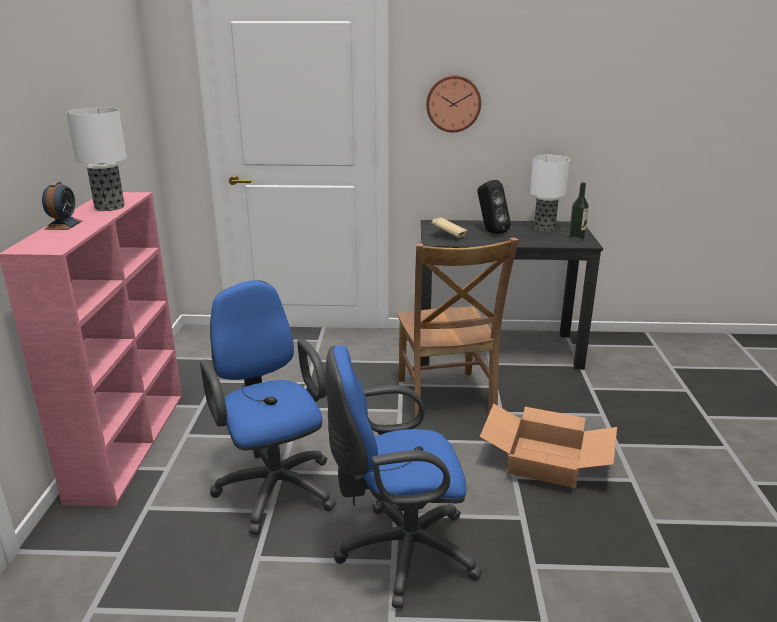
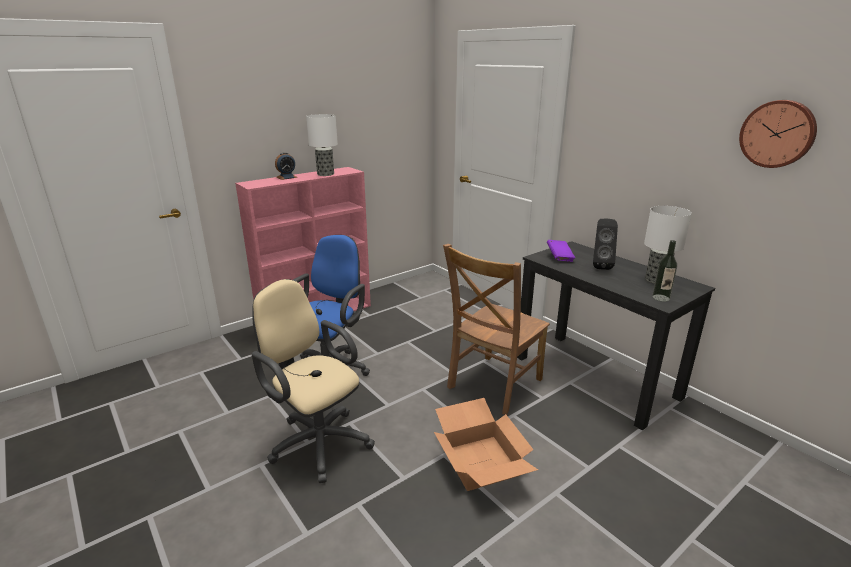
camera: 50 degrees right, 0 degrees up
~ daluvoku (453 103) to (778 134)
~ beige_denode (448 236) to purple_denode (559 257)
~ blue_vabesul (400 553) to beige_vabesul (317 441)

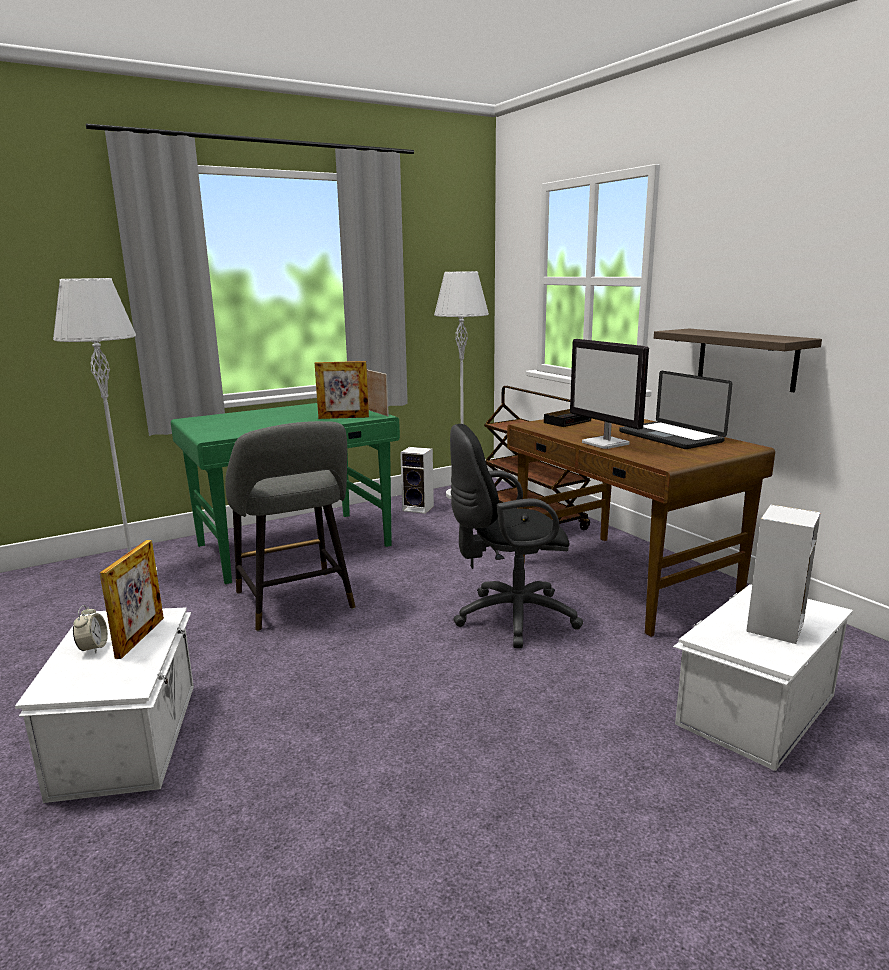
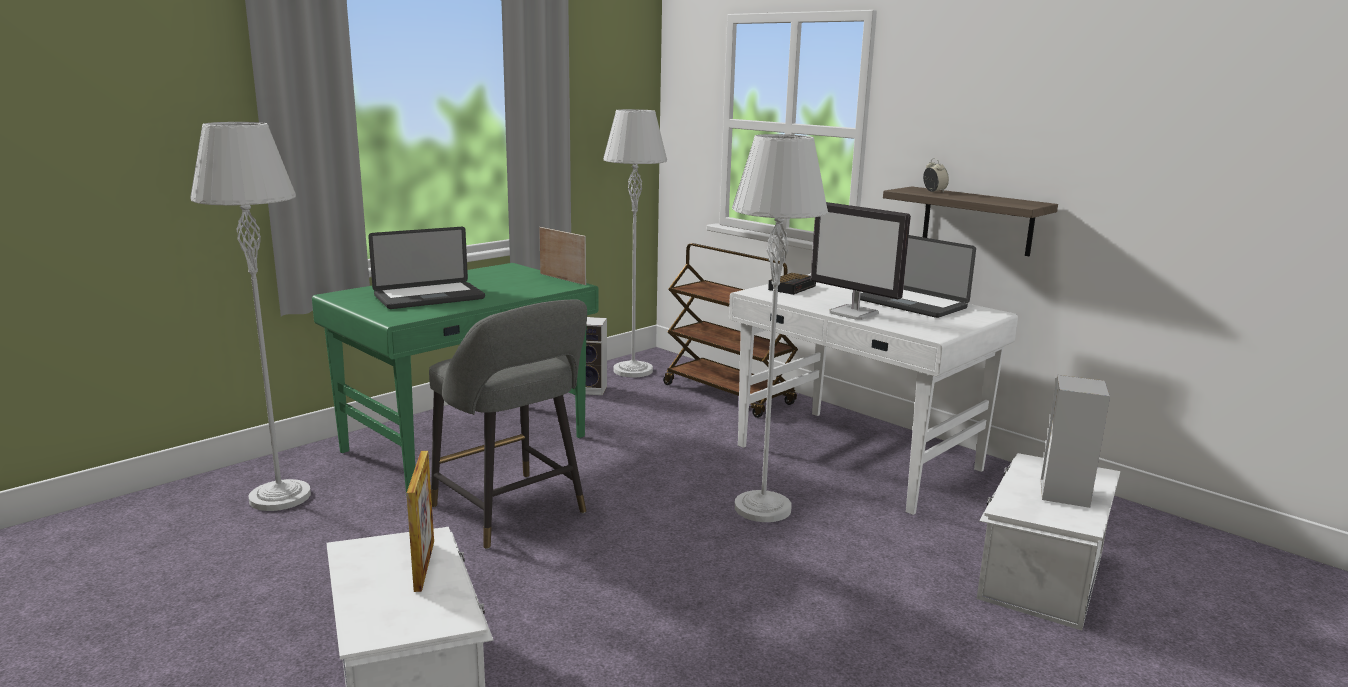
camera: 15 degrees left, 0 degrees up
- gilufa (343 417)
~ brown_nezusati (622 581) to white_nezusati (857 458)
~ black_vabesul (509 618) to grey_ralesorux (762 508)
~ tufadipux (93 648) to (934 191)
+ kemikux (429 297)

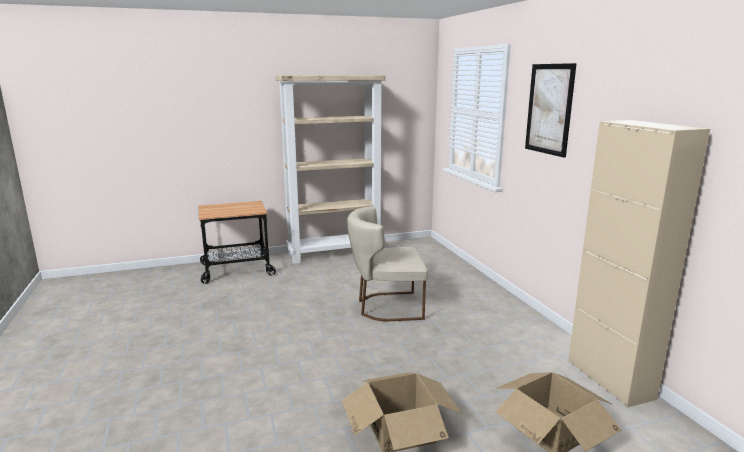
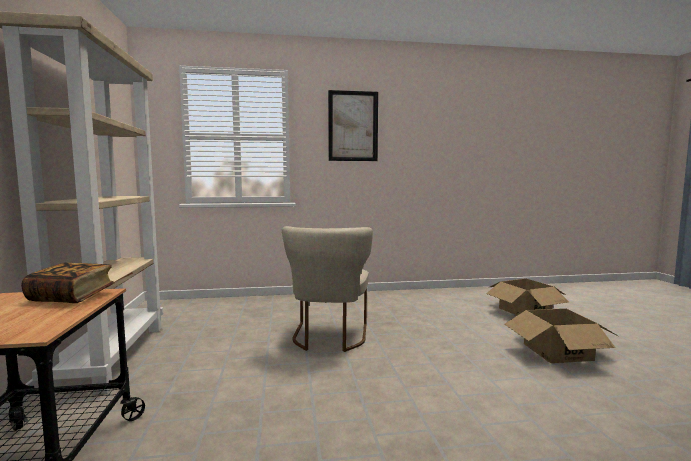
camera: 80 degrees left, 10 degrees down
- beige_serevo (610 379)
+ denode (71 297)

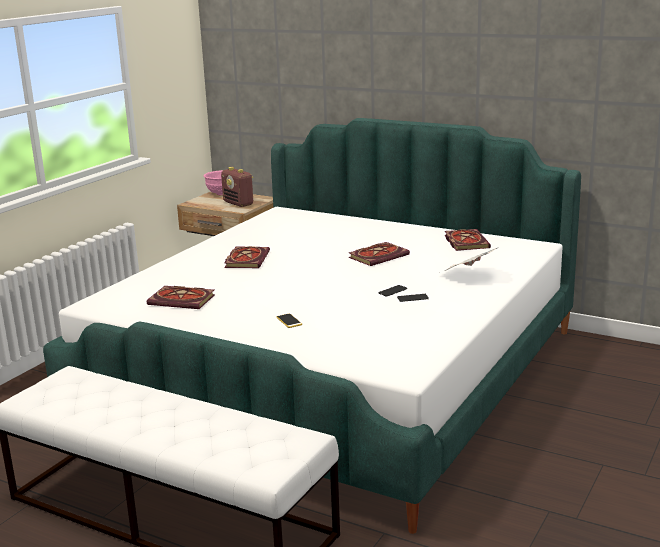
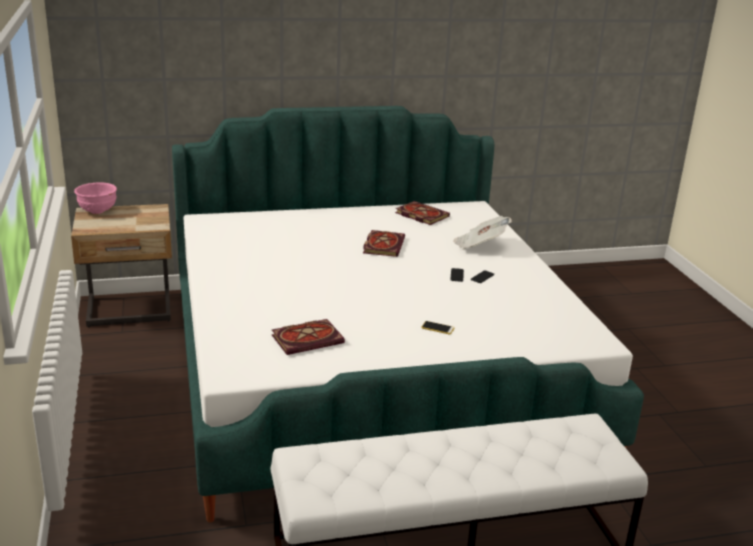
camera: 45 degrees left, 5 degrees up
- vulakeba (238 203)
- denode (246 259)

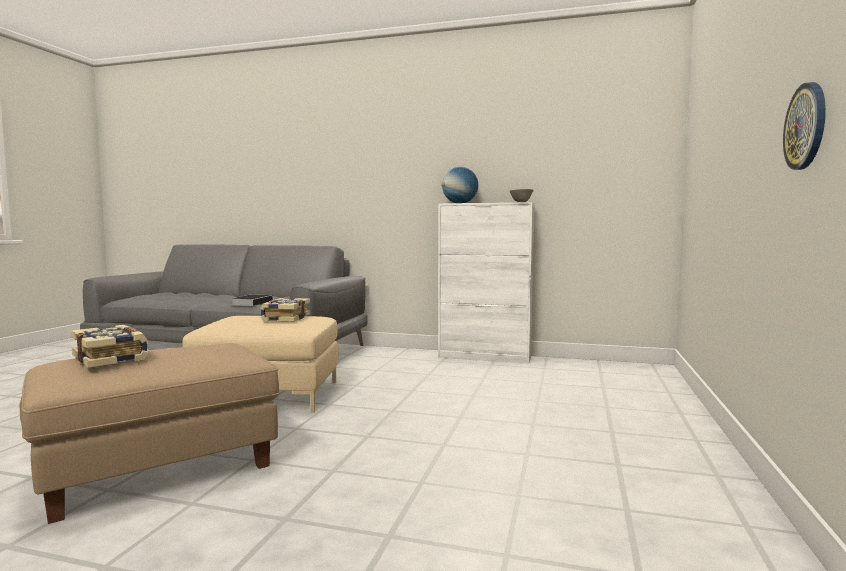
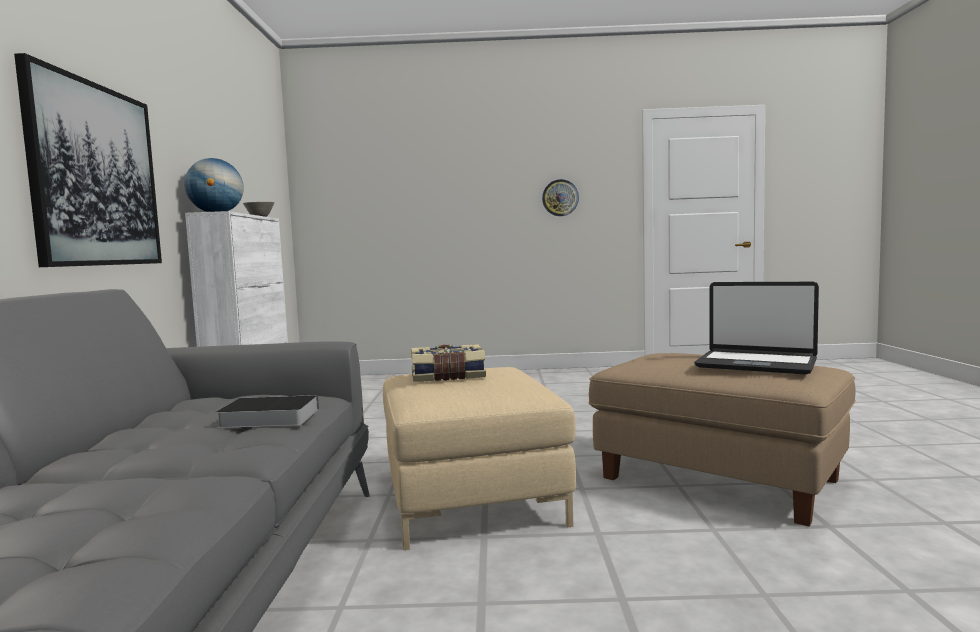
camera: 105 degrees left, 0 degrees up
~ denode (111 358) to kemikux (756 364)
+ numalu (95 175)

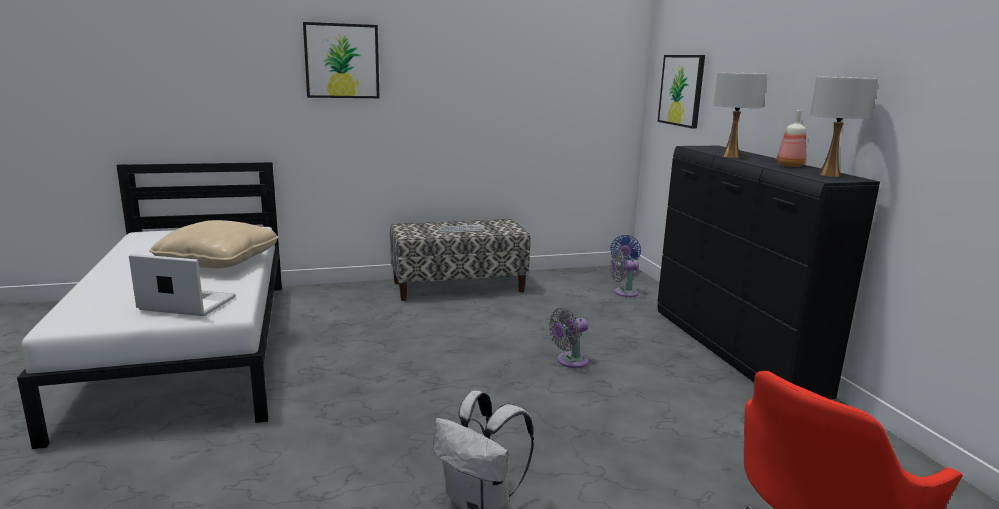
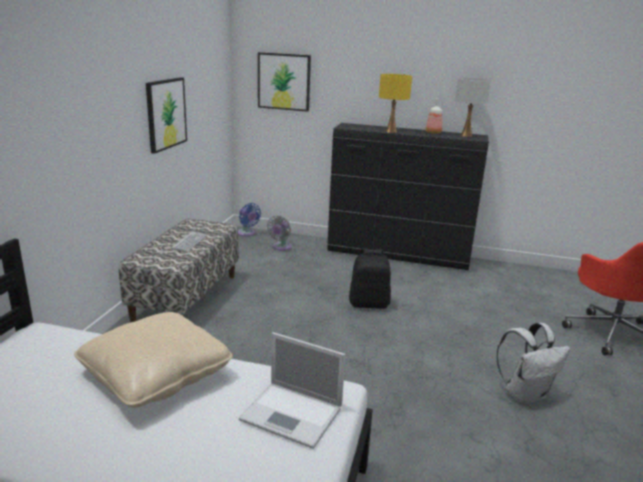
camera: 60 degrees left, 5 degrees up
~ numalu (342 61) to (166 114)
~ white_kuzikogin (730 156) to yellow_kuzikogin (391 131)
~ kemikux (185 303) = (293 414) 105 degrees counterclockwise
~ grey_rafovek (569 361) to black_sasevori (369 304)

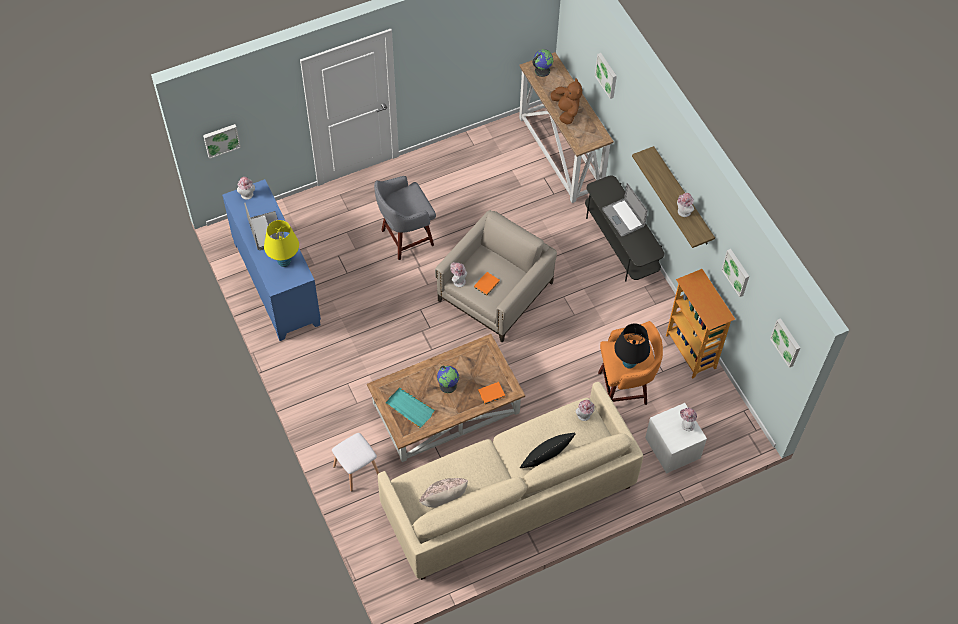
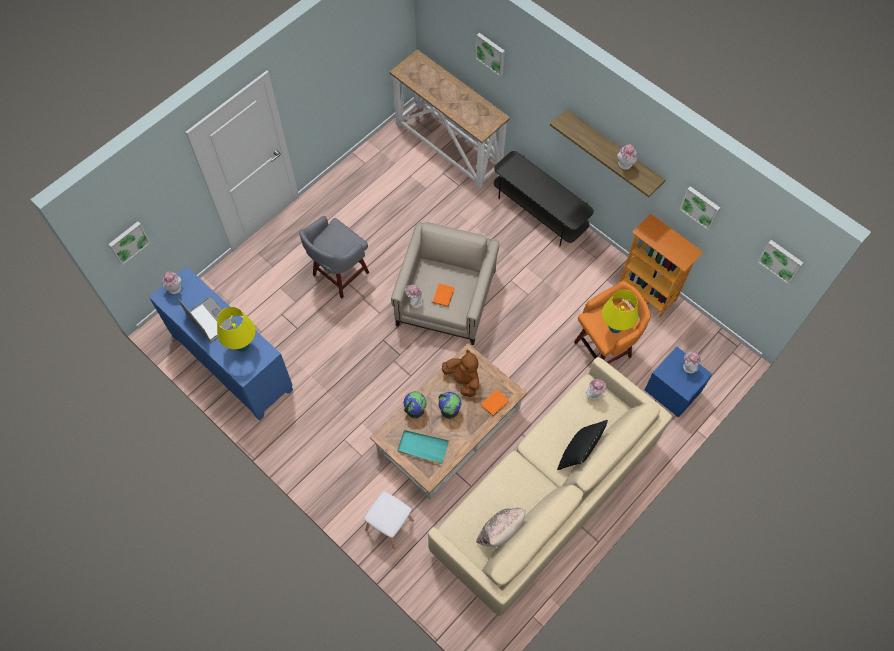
camera: 20 degrees left, 5 degrees up
~ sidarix (542 70) to (415 409)
~ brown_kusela (566 111) to (463 380)
- kemikux (623 217)
~ black_kuzikogin (629 363) to yellow_kuzikogin (615 327)
~ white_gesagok (672 448) to blue_gesagok (672 391)

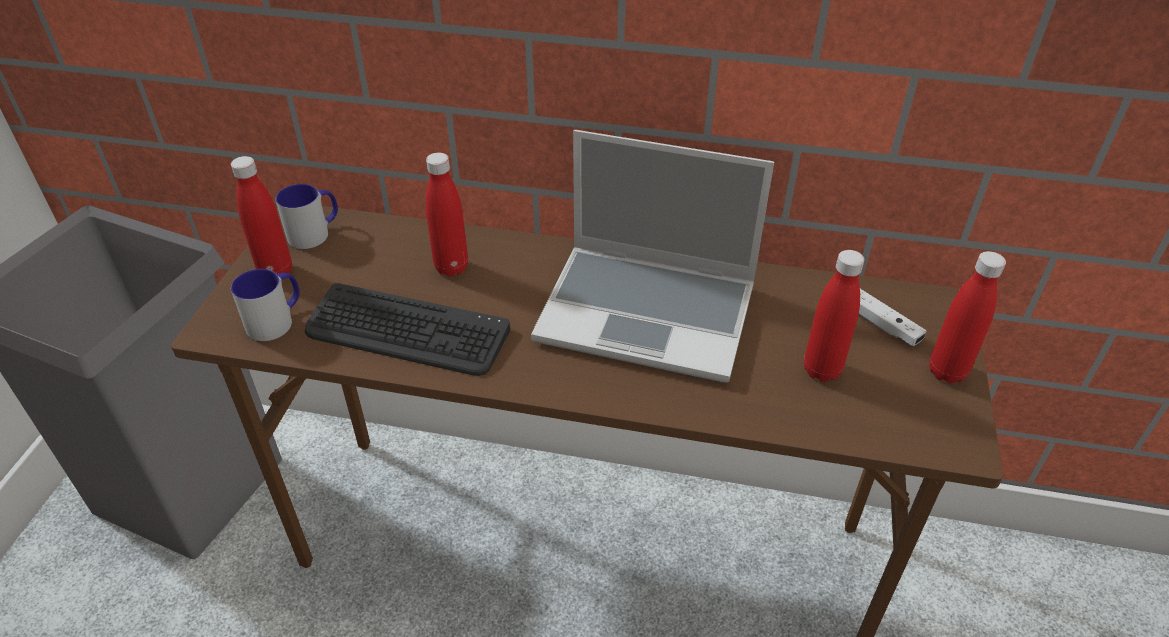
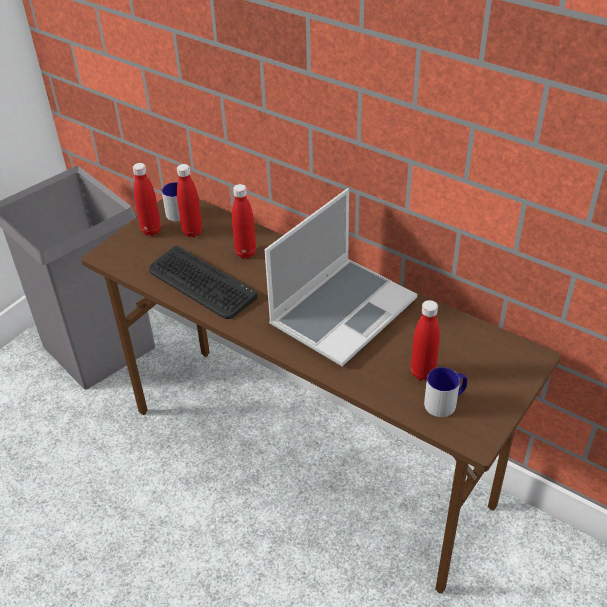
camera: 25 degrees right, 0 degrees up
~ kemikux (650 313) = (342 311) 90 degrees counterclockwise
~ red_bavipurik (947 372) to (192 232)
~ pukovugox (276 320) to (445 402)
- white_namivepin (881 325)

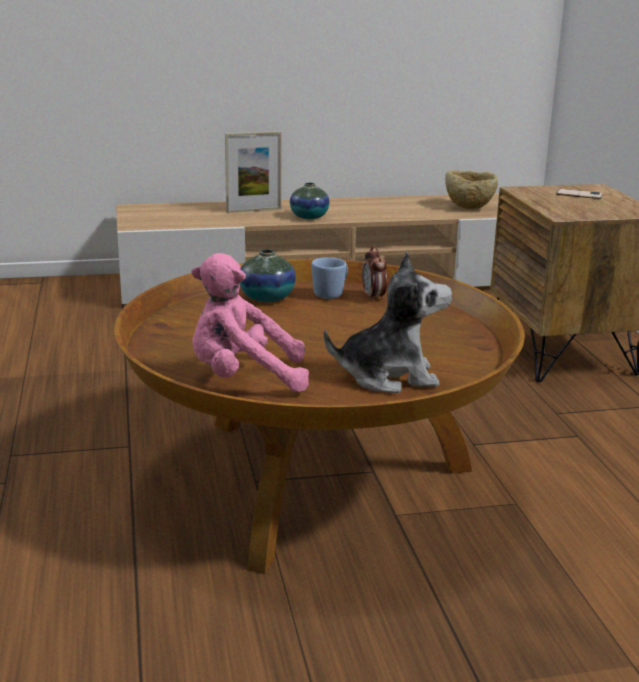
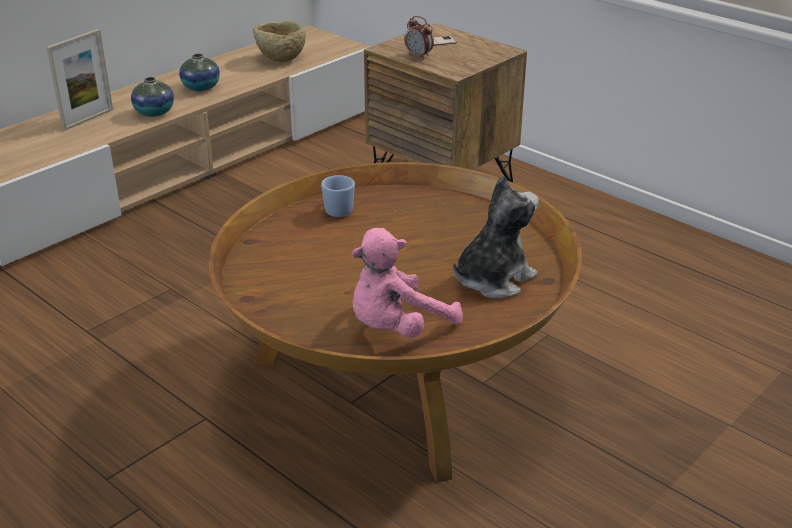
camera: 35 degrees left, 10 degrees up
~ tufadipux (373 297) to (419 56)
~ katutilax (267 298) to (201 88)

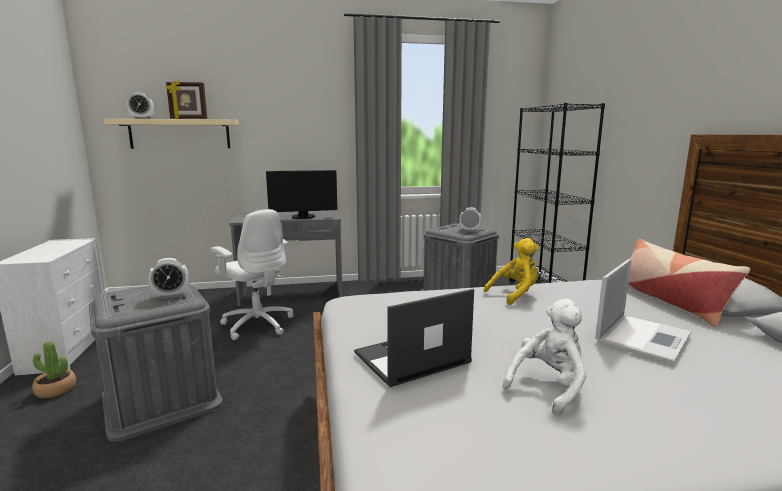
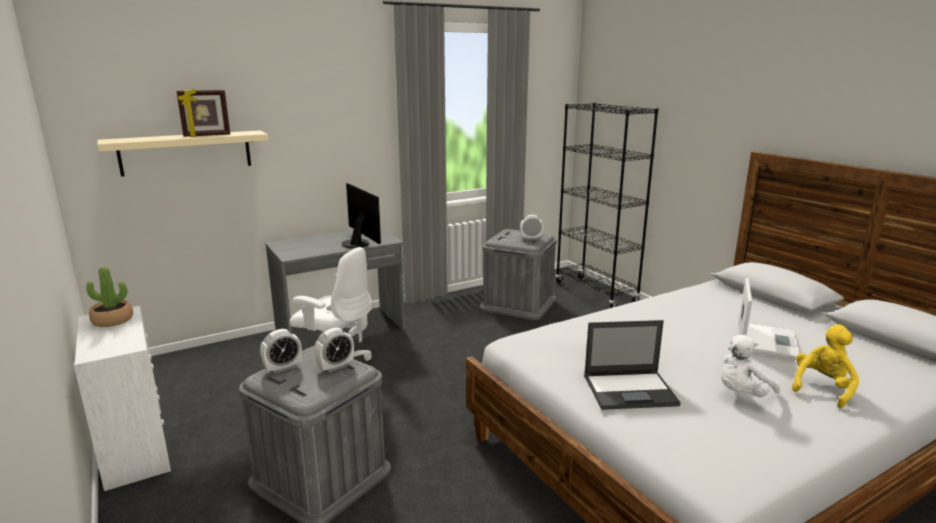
camera: 20 degrees left, 5 degrees up
~ tufadipux (142 118) to (283 368)
~ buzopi (303 217) = (358 243) 90 degrees counterclockwise
~ yellow_kusela (515 294) to (822 388)
- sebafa (669 301)
~ kemikux (410 358) = (631 390) 135 degrees counterclockwise
~ white_kusela (549 386) = (742 394) 150 degrees counterclockwise
~ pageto (55 390) to (112 320)

